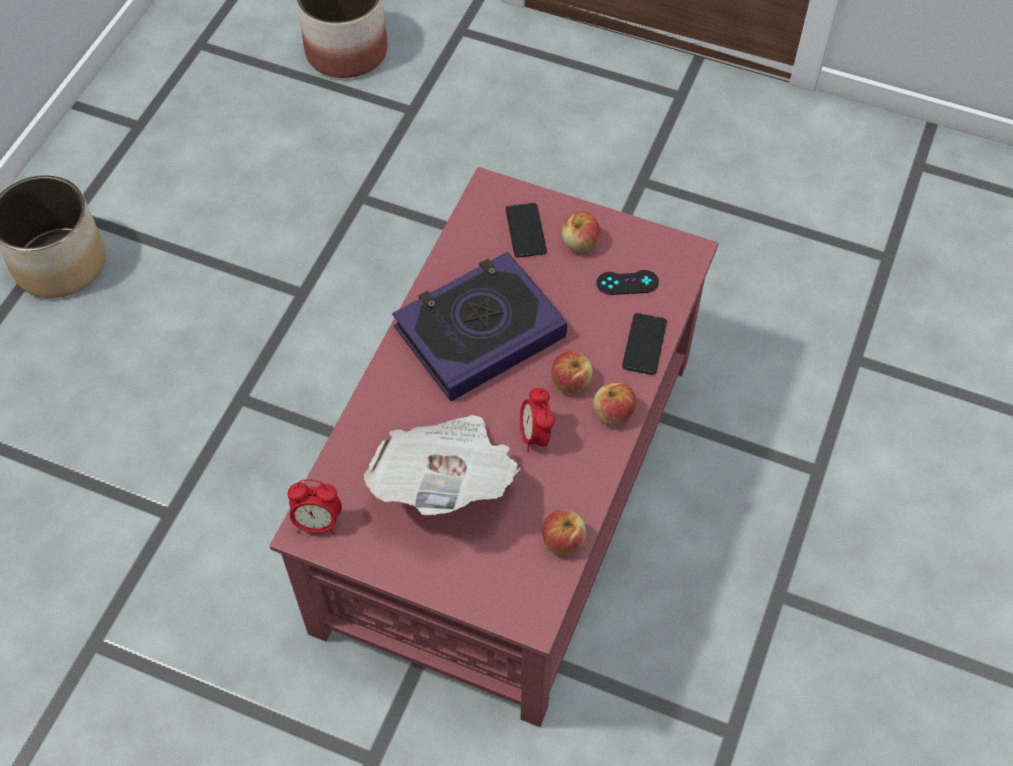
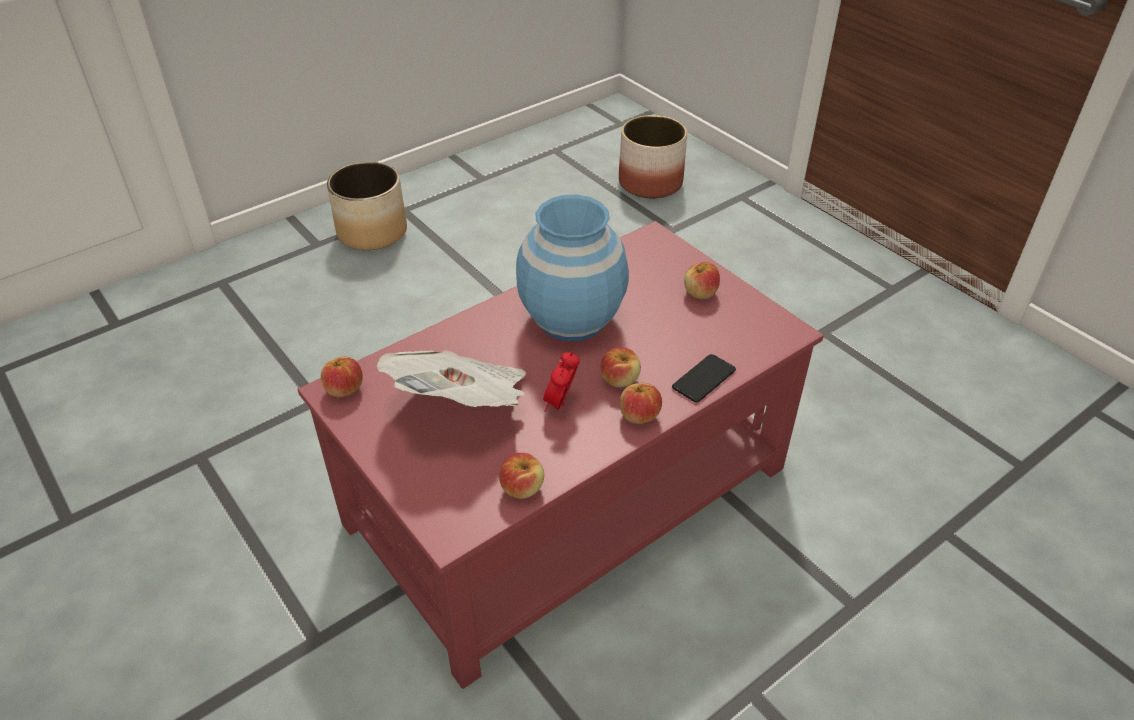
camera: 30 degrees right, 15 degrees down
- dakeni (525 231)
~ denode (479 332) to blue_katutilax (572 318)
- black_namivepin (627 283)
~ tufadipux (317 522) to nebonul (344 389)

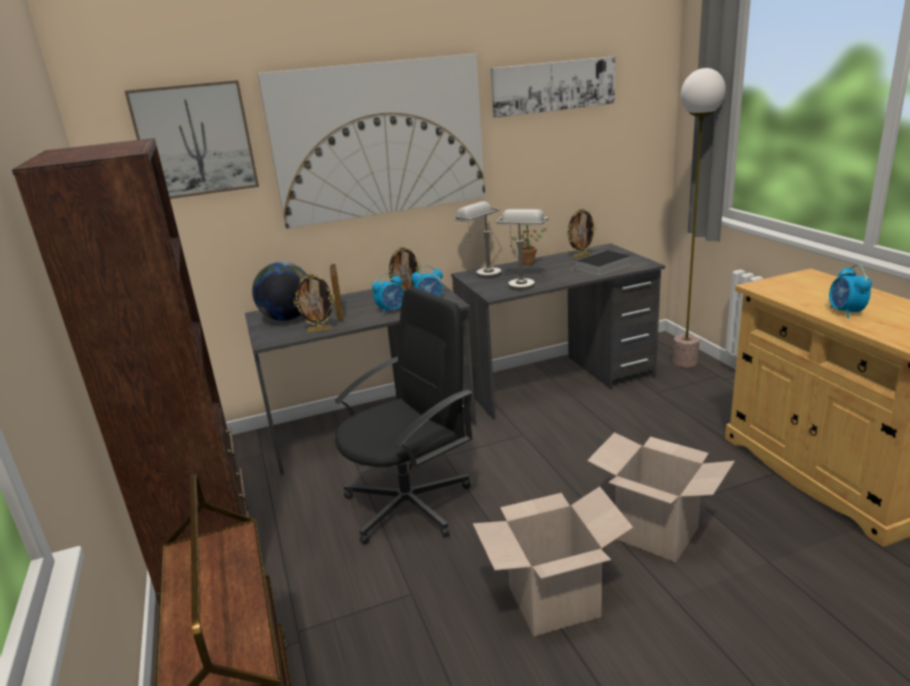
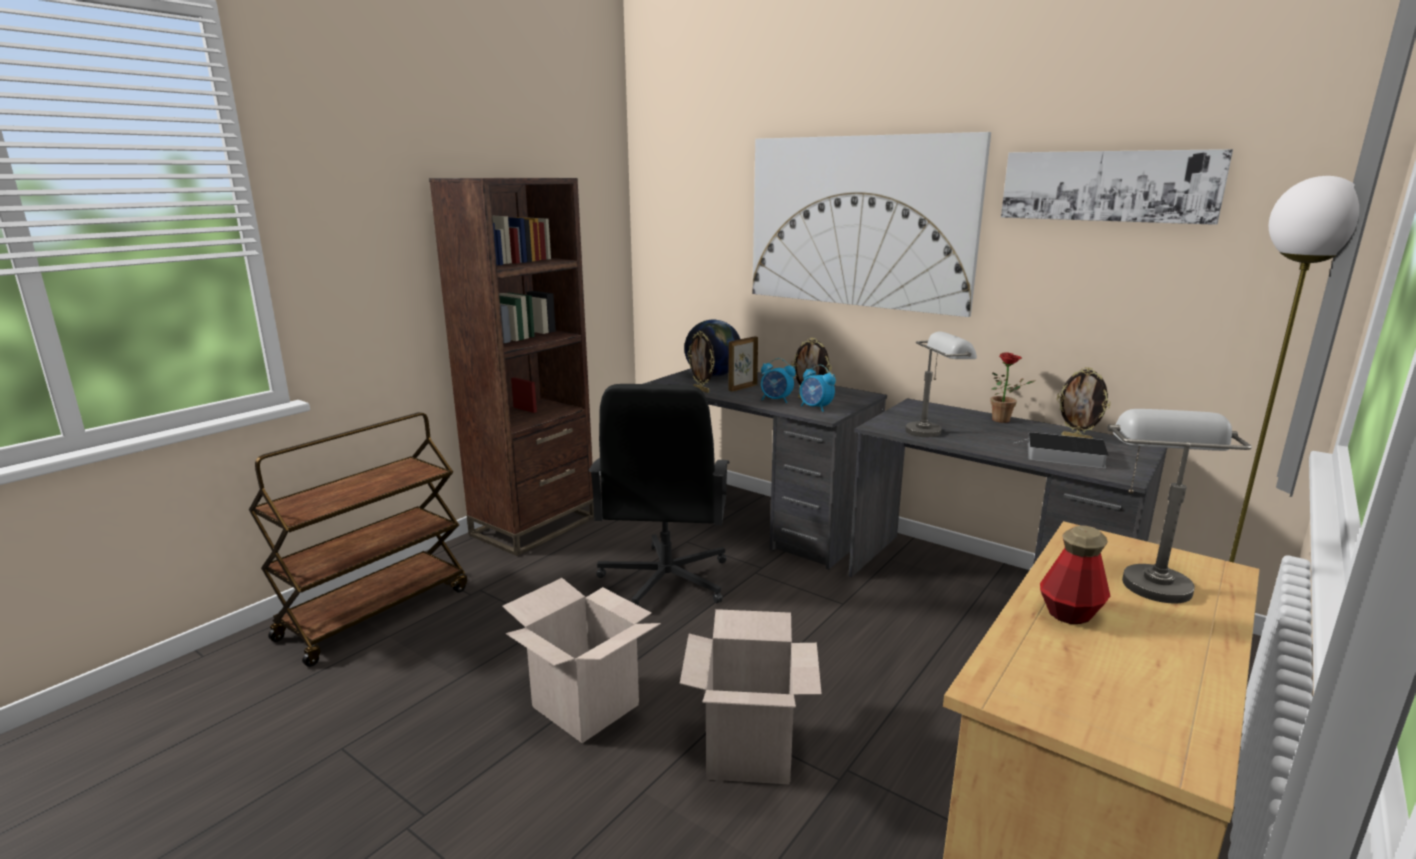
camera: 55 degrees right, 5 degrees down
- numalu (195 140)
~ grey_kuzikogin (481 273) to (1146 575)
~ tufadipux (845 312) to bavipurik (1070 613)
~ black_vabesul (410 504) = (664 580) 75 degrees clockwise

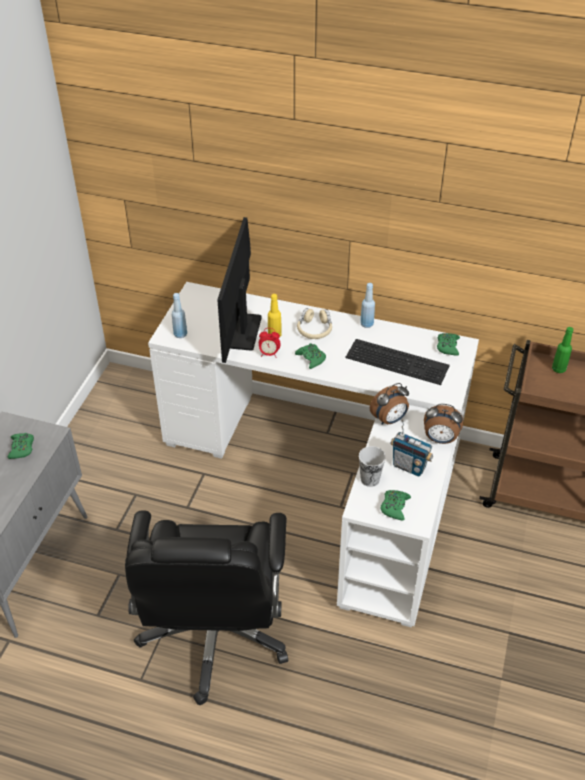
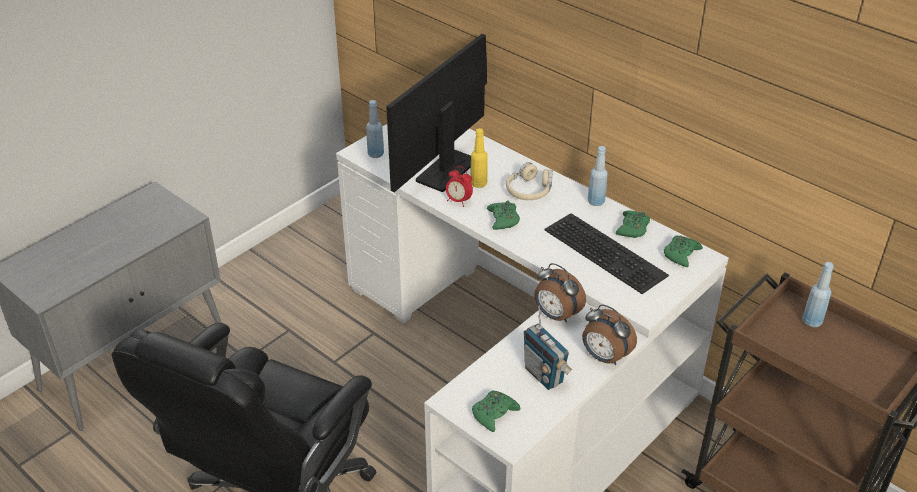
camera: 25 degrees right, 5 degrees down
~ green_bavipurik (558 369) to blue_bavipurik (812 321)
~ tufadipux (389 420) = (556 315) 45 degrees clockwise
~ green_namivepin (22 448) to (632 228)
- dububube (370 479)

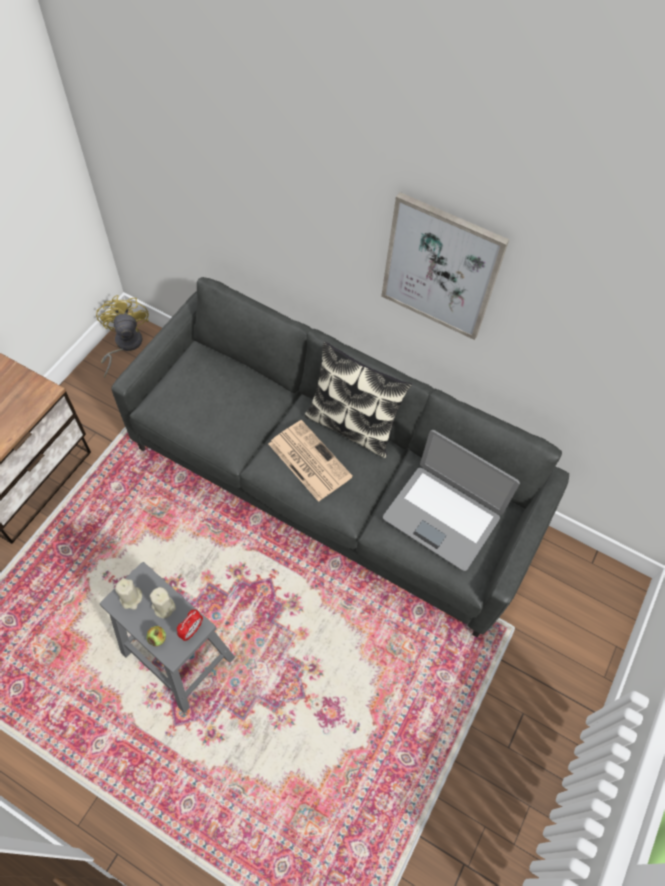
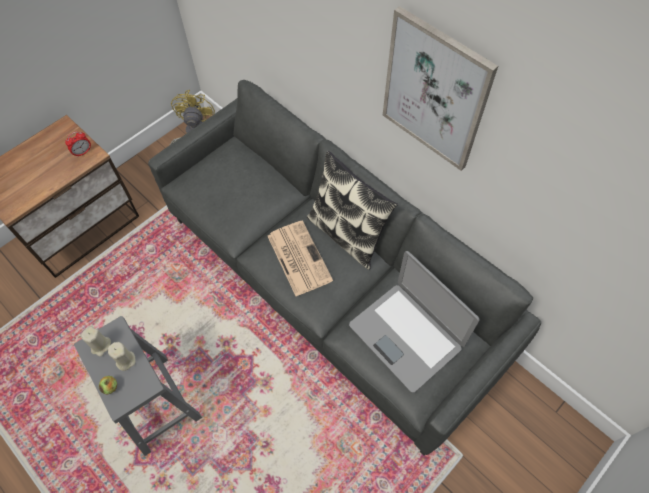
camera: 20 degrees right, 0 degrees up
~ tufadipux (191 630) to (83 152)

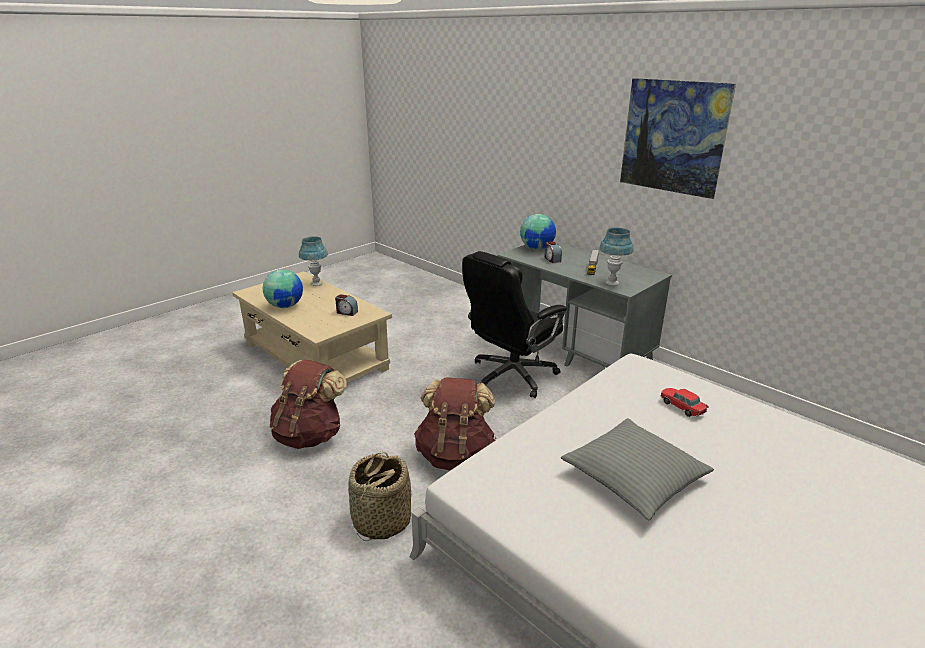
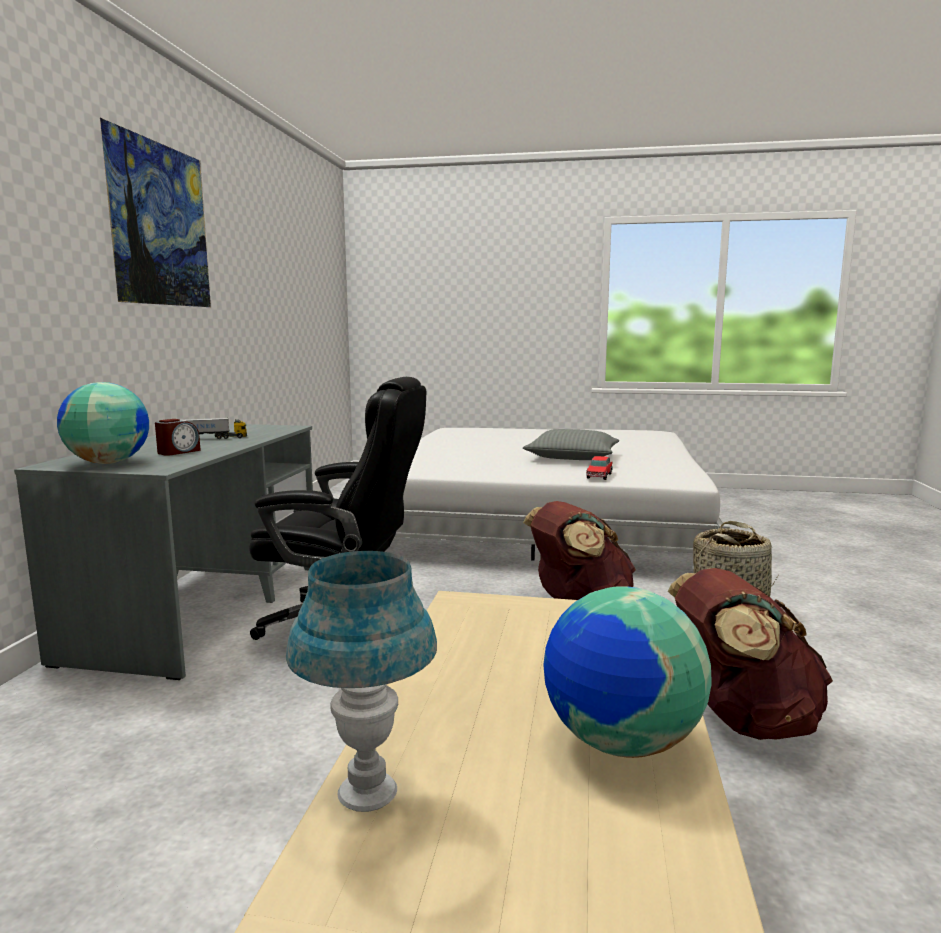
camera: 125 degrees left, 15 degrees down
- blue_kuzikogin (612 283)
- tufadipux (346 312)
~ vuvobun (682 407) to (599 476)

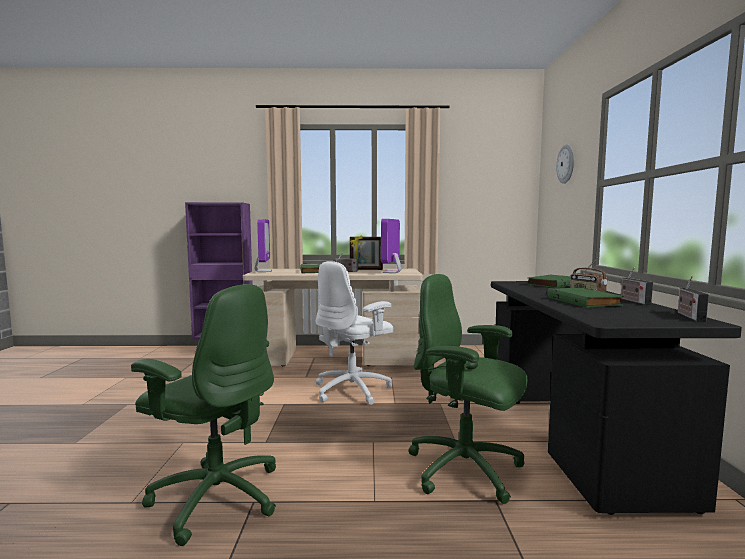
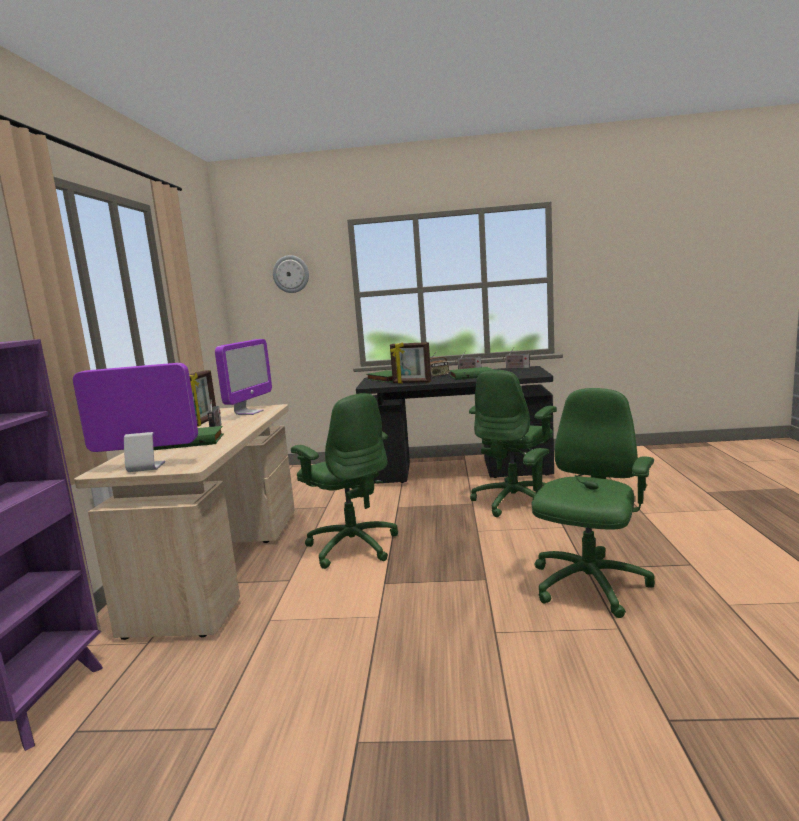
camera: 85 degrees left, 5 degrees up
~ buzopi (392 272) = (249 413) 90 degrees counterclockwise
~ white_vabesul (353 390) to green_vabesul (352 546)
+ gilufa (411 382)

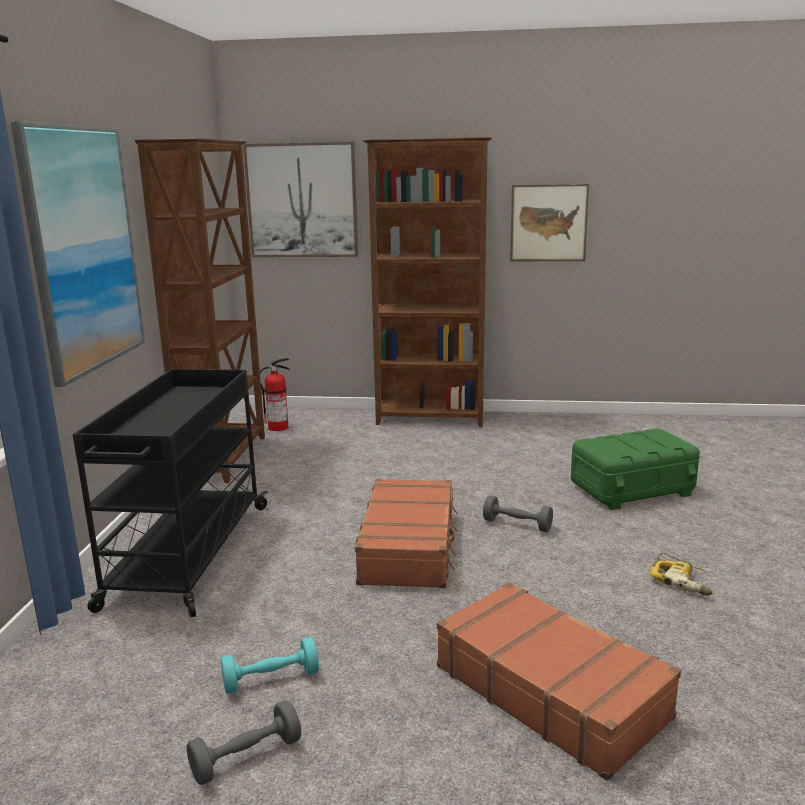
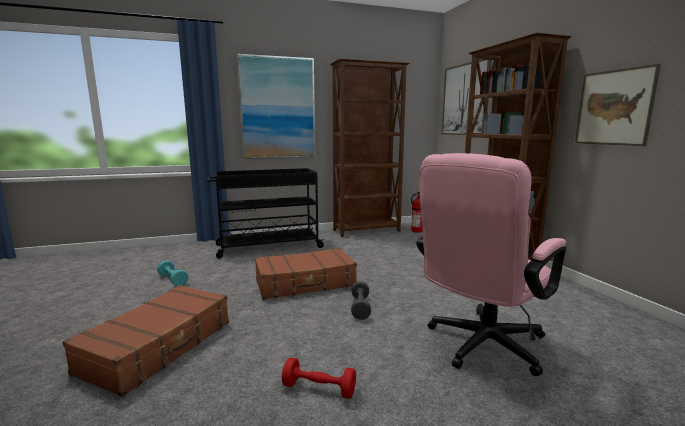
camera: 65 degrees right, 5 degrees down
~ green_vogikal (631 489) to pink_vabesul (480 347)
~ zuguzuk (682 581) to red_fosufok (319 389)
- grey_fosufok (246 757)

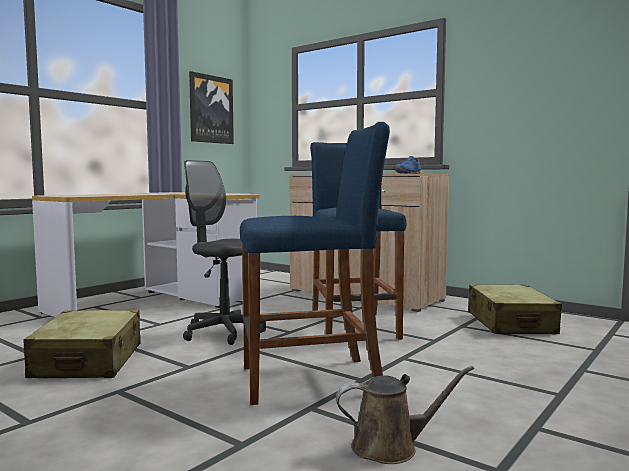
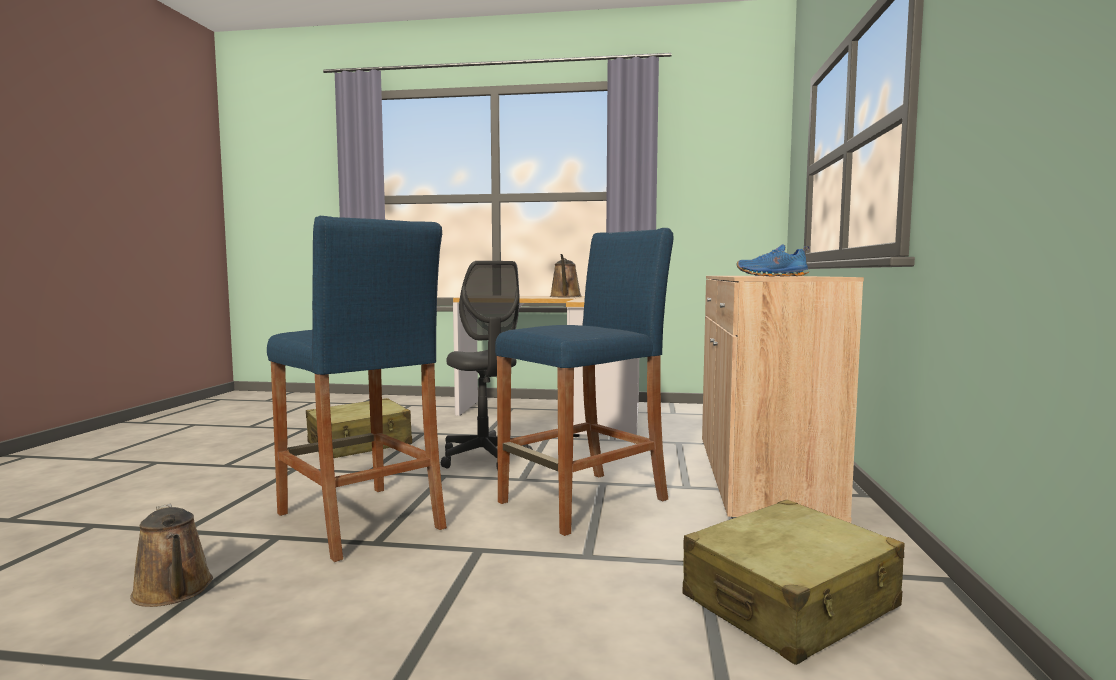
camera: 60 degrees right, 0 degrees up
- numalu (211 109)
~ grey_vabesul (223 332) = (484 458) 150 degrees clockwise
+ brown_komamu (565 297)

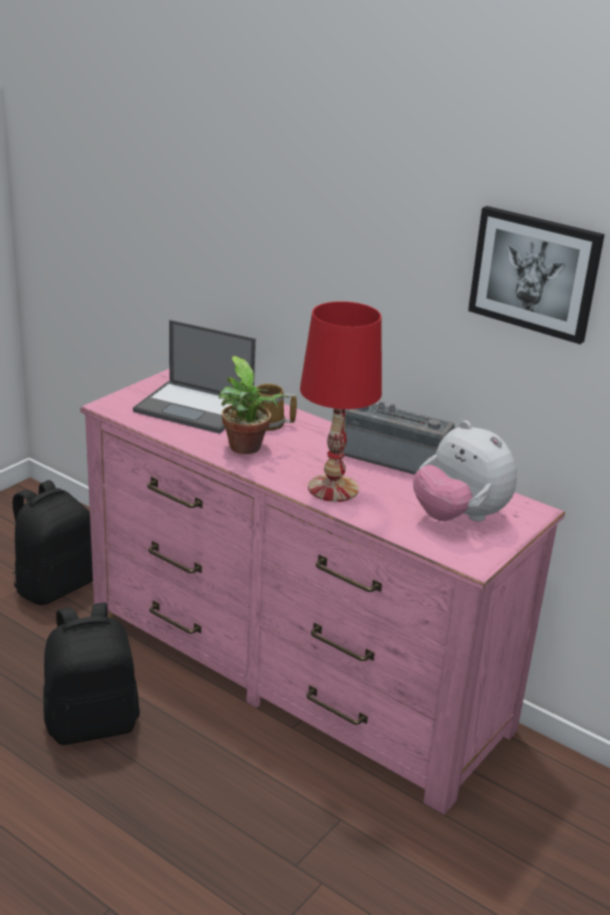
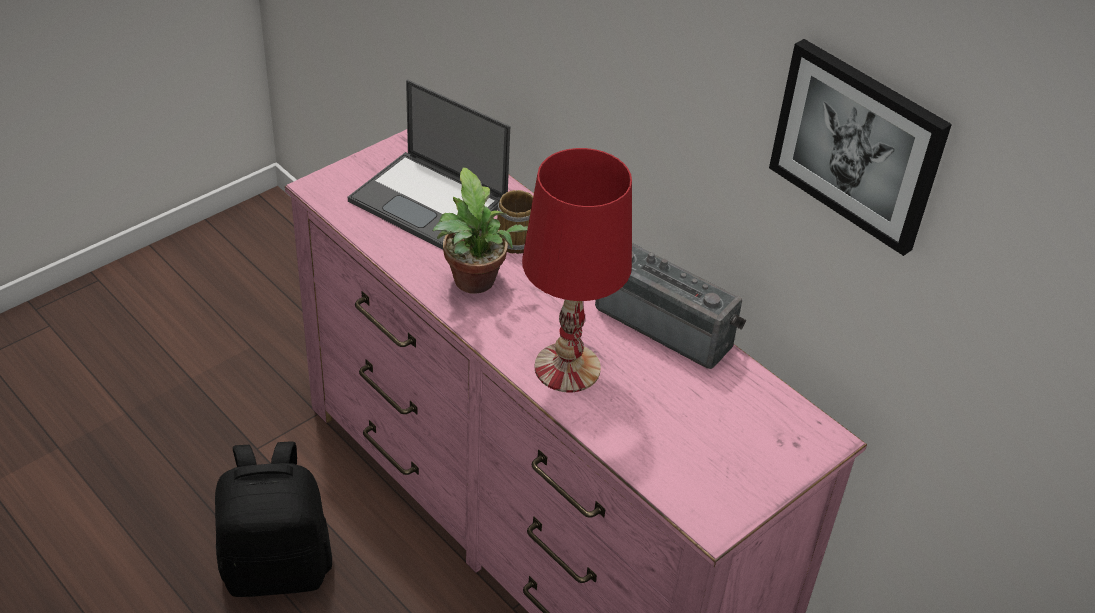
camera: 10 degrees right, 15 degrees up
- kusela (459 517)
- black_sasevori (55 586)

